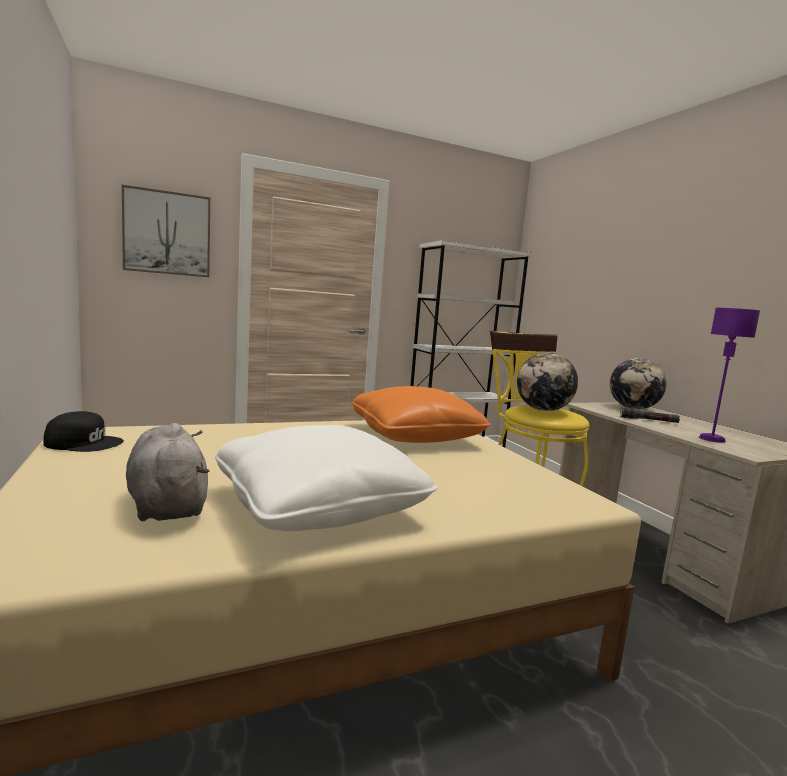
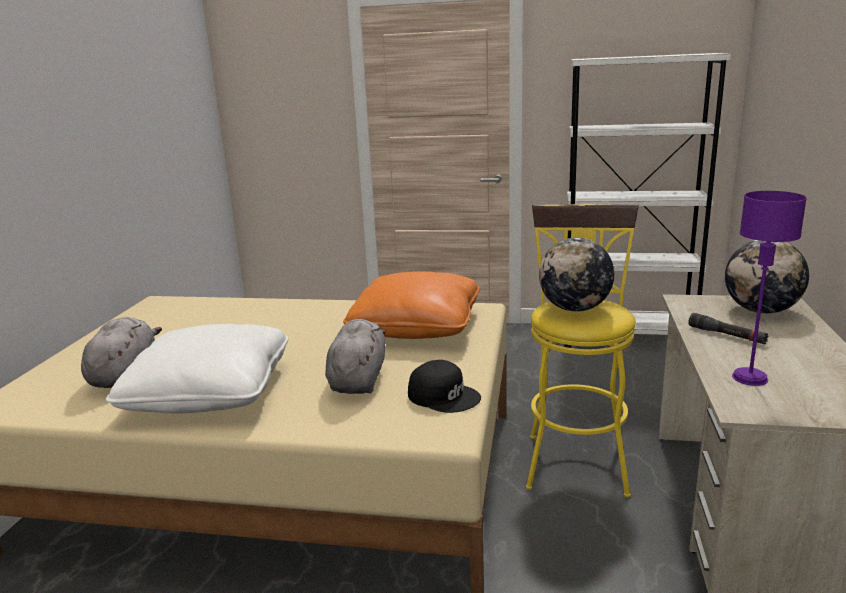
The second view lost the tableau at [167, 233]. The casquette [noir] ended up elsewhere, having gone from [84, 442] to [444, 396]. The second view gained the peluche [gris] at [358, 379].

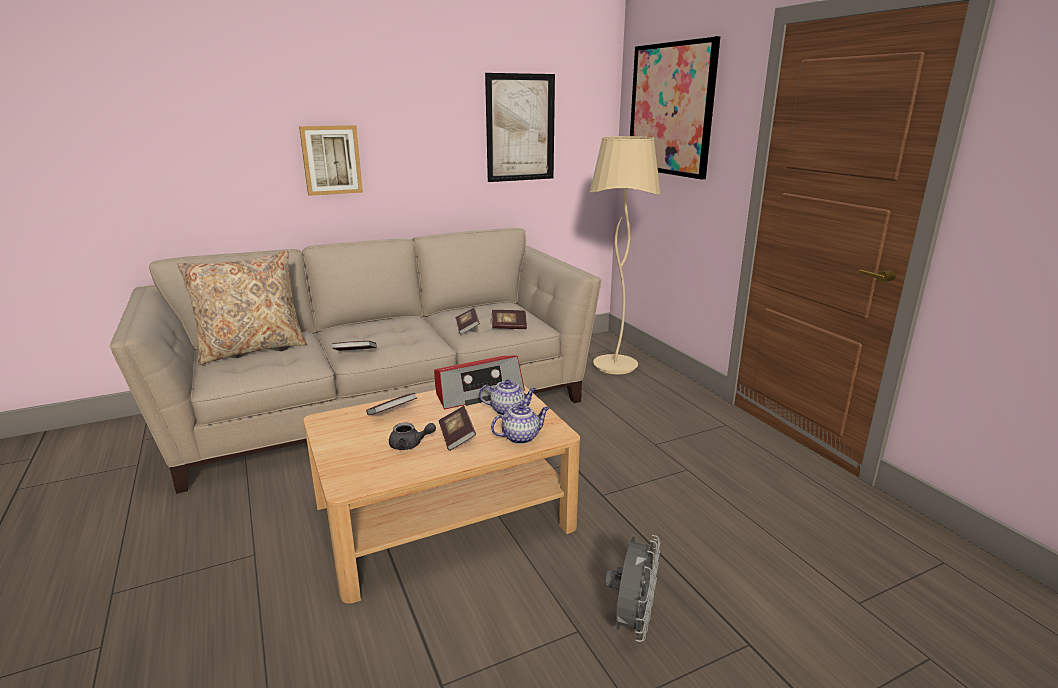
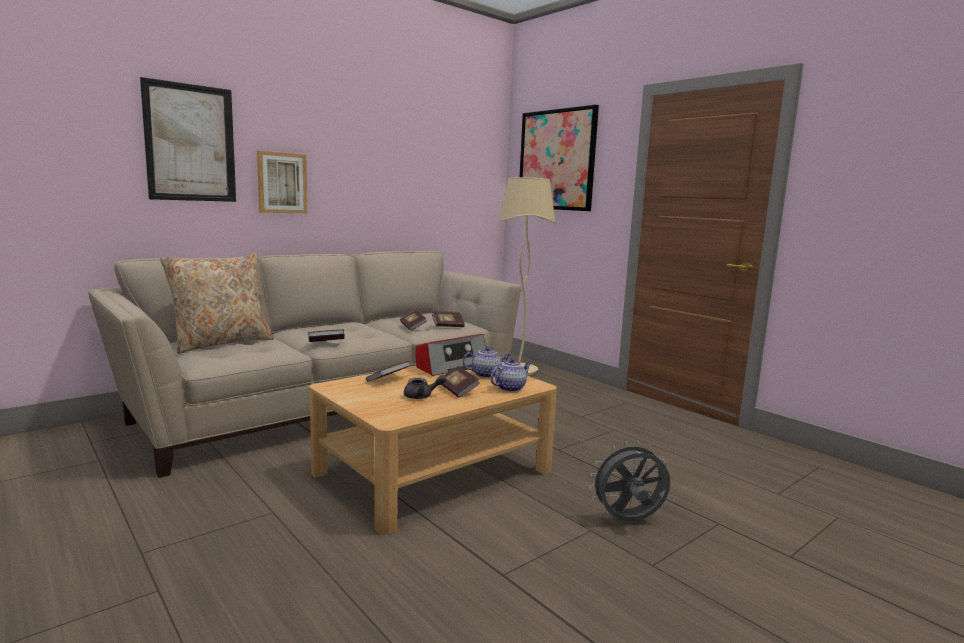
The tableau ended up elsewhere, having gone from [520, 128] to [190, 143]. The ventilateur [gris] at [632, 623] ended up facing another way, 105 degrees counterclockwise from before.

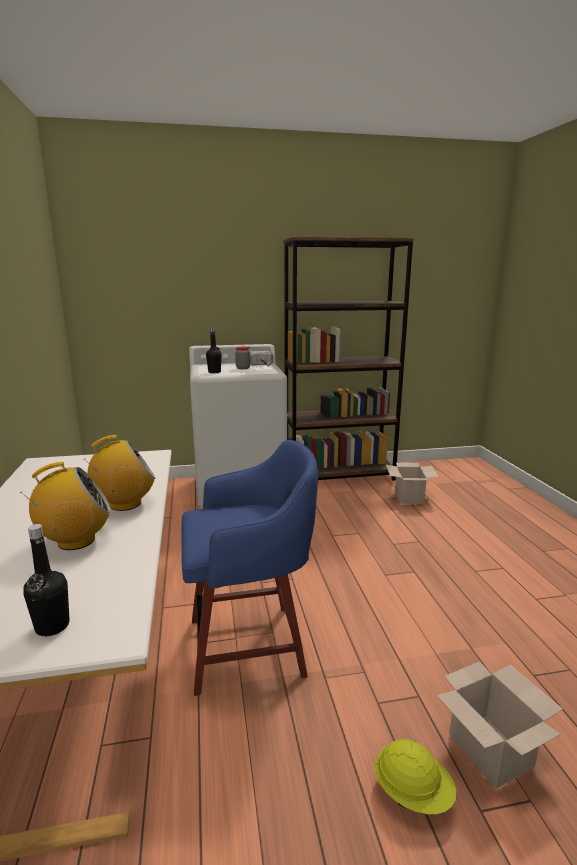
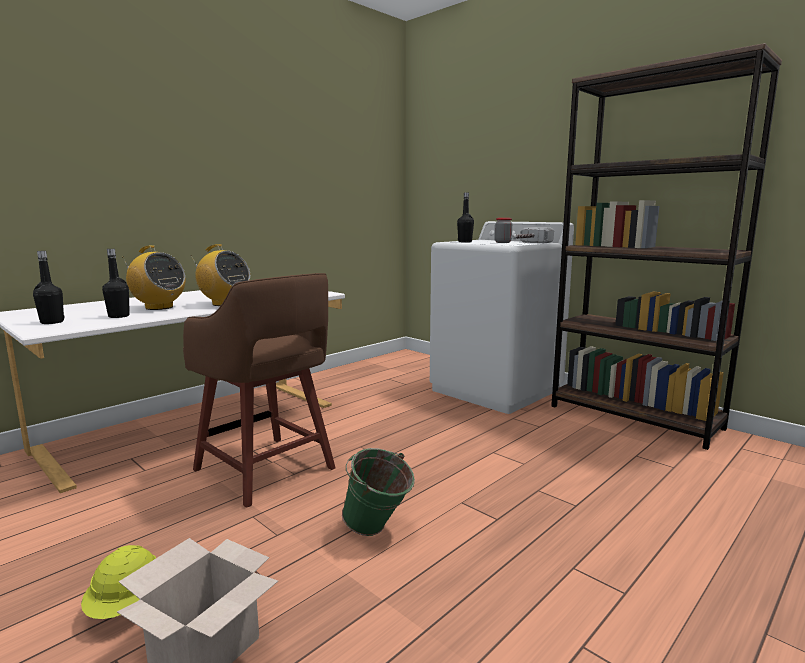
What was the tabouret [bleu] at [250, 646] turned into the tabouret [marron] at [266, 471]. The second view lost the carton at [409, 497]. The second view gained the bouteille [noir] at [119, 316]. The second view gained the seau [vert] at [377, 531].

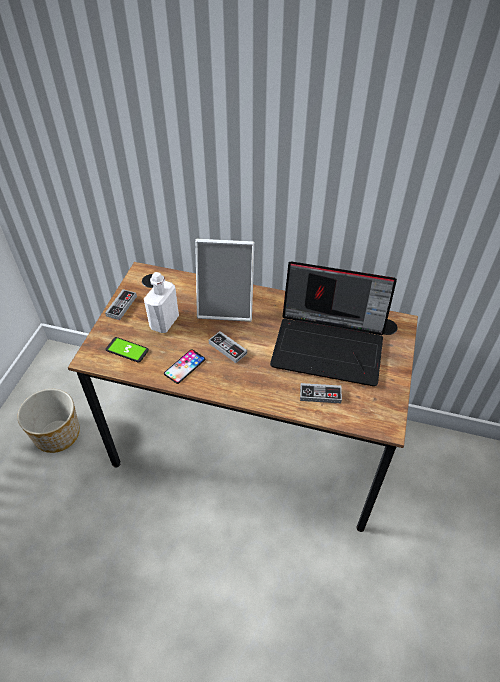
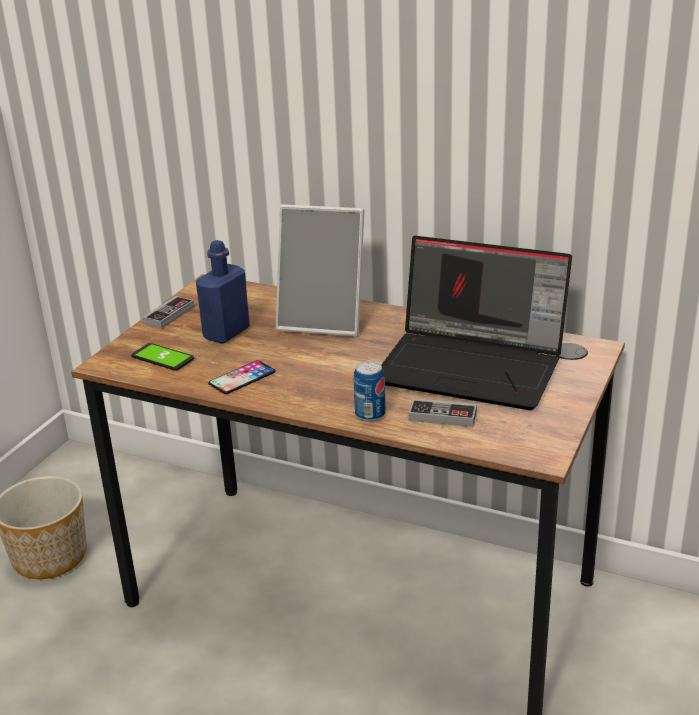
What was the bouteille [blanc] at [164, 322] turned into the bouteille [bleu] at [226, 333]. The second view lost the manette at [227, 348]. The second view gained the boîte métallique at [370, 414].

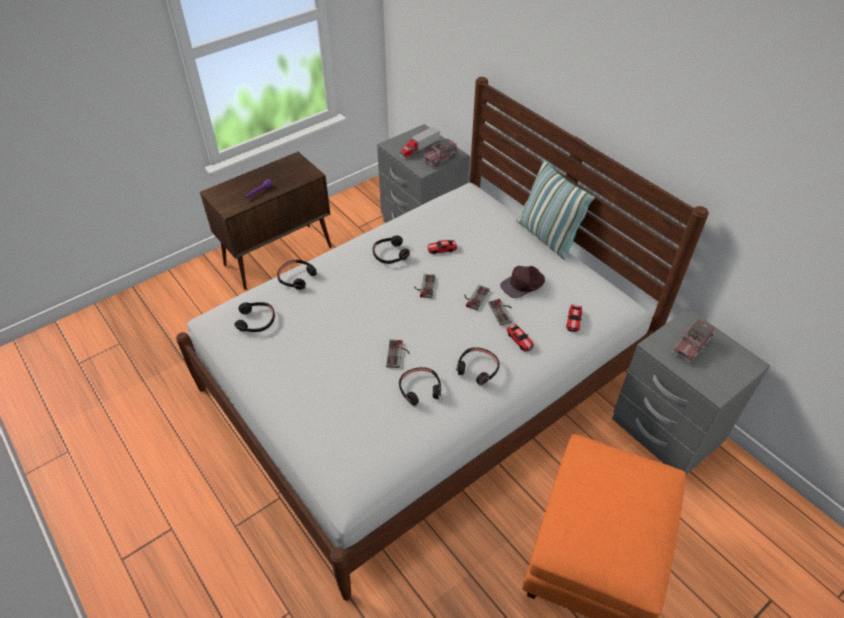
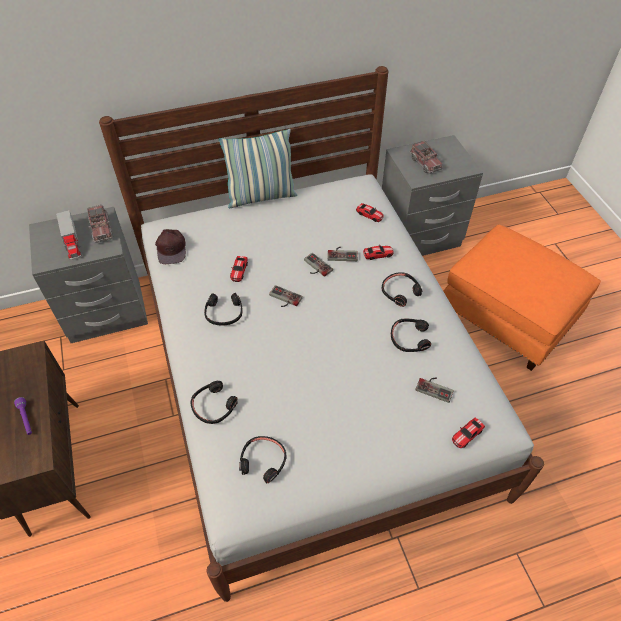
The casquette [marron] ended up elsewhere, having gone from [523, 284] to [172, 248]. The manette ended up elsewhere, having gone from [398, 354] to [435, 387]. The second view gained the petite voiture at [467, 434].

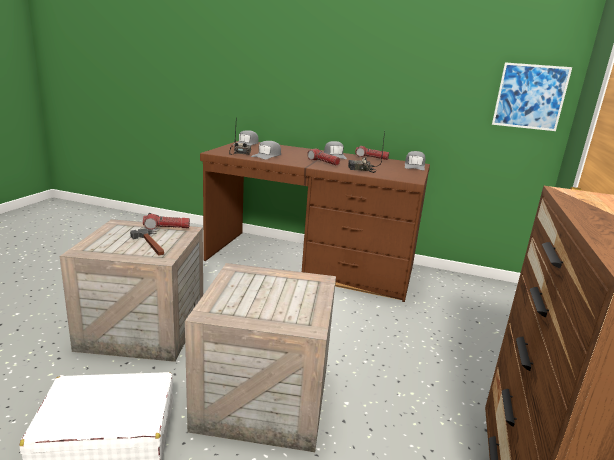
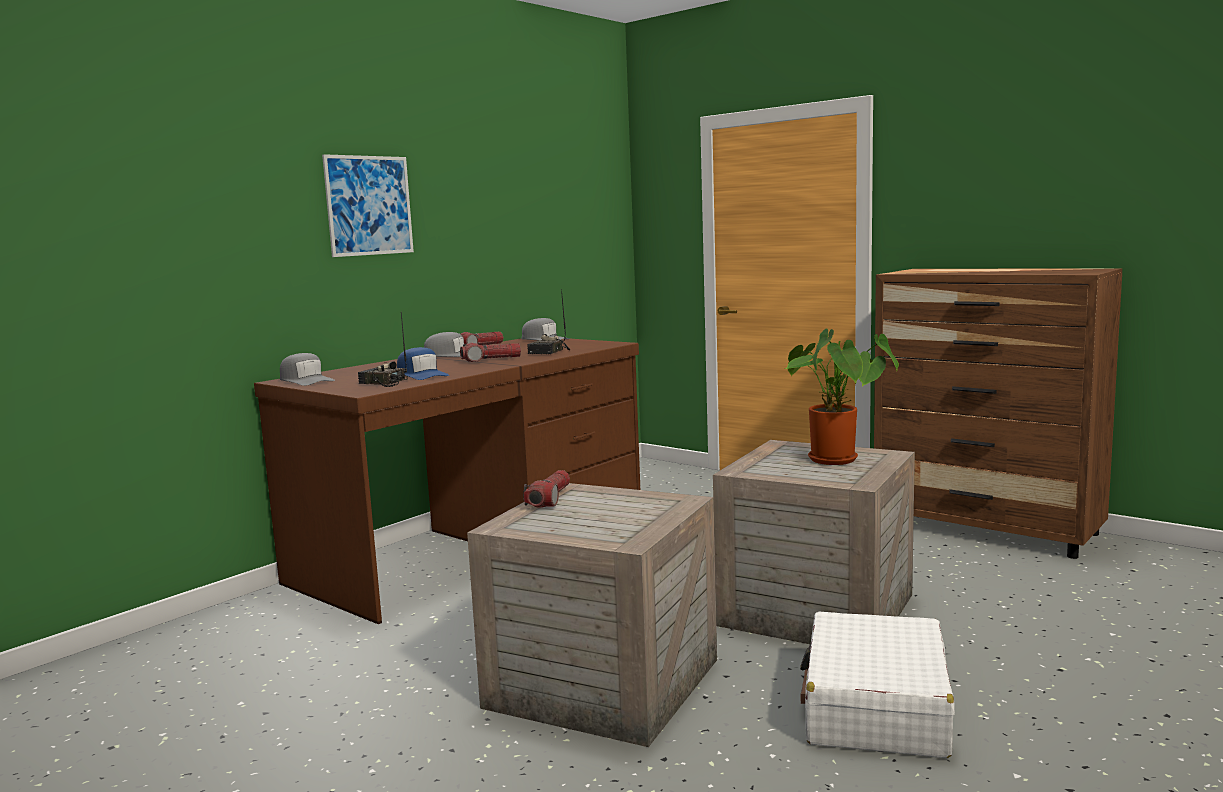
The tableau ended up elsewhere, having gone from [530, 97] to [369, 205]. What was the casquette [gris] at [267, 156] turned into the casquette [bleu] at [421, 375]. The second view lost the marteau at [151, 244]. The second view gained the plante en pot at [838, 460].

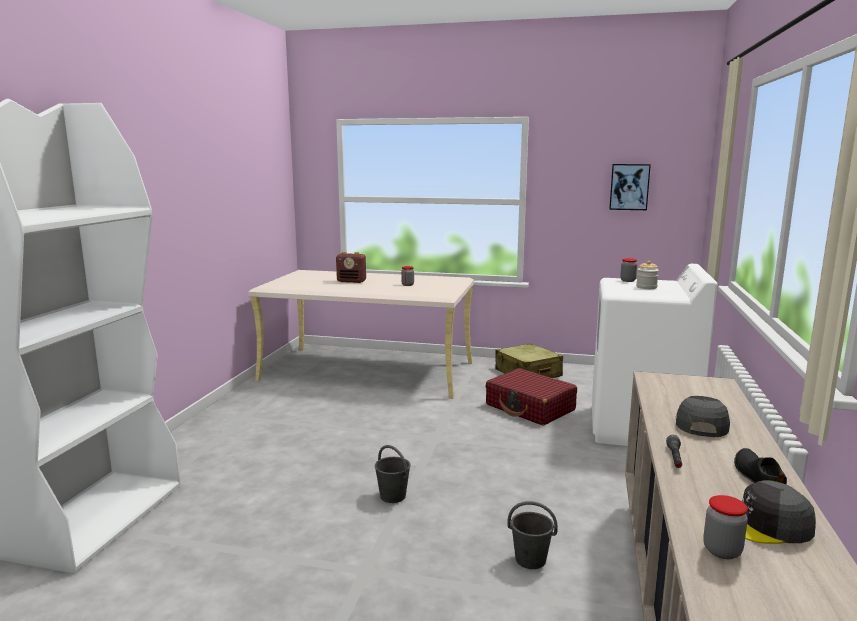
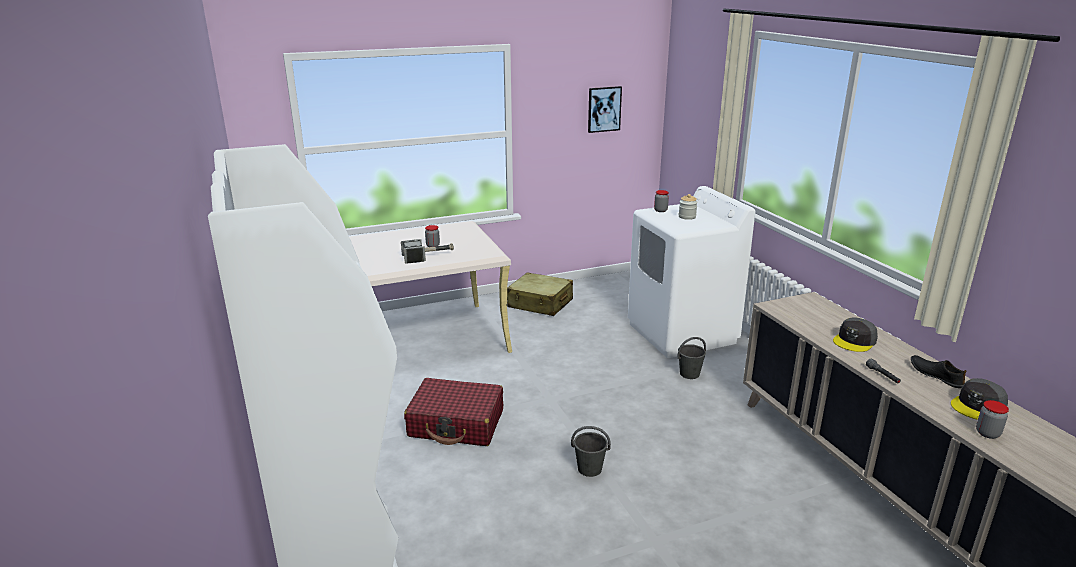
The second view lost the radio at [352, 281]. The valise [rouge] ended up elsewhere, having gone from [530, 408] to [456, 424]. The casquette [gris] at [701, 424] ended up facing another way, 120 degrees counterclockwise from before. The seau [gris] ended up elsewhere, having gone from [531, 560] to [690, 374]. The second view gained the marteau at [428, 257].

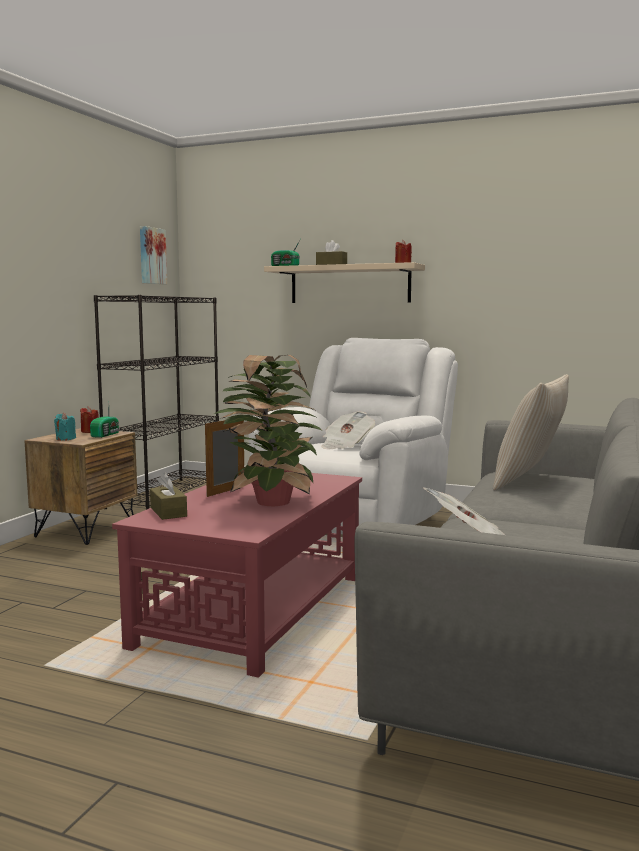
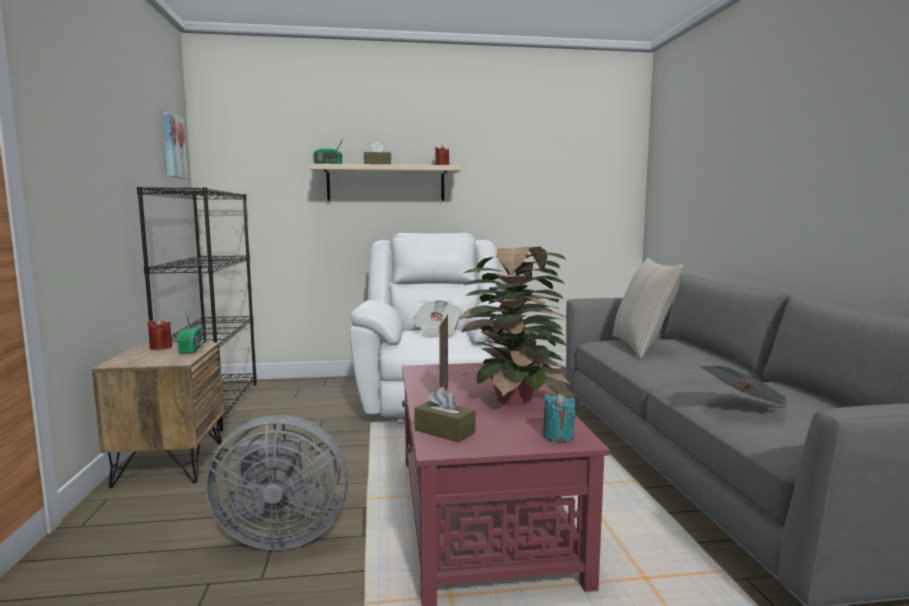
The bougie [turquoise] ended up elsewhere, having gone from [65, 439] to [558, 436]. The second view gained the ventilateur [gris] at [280, 535].

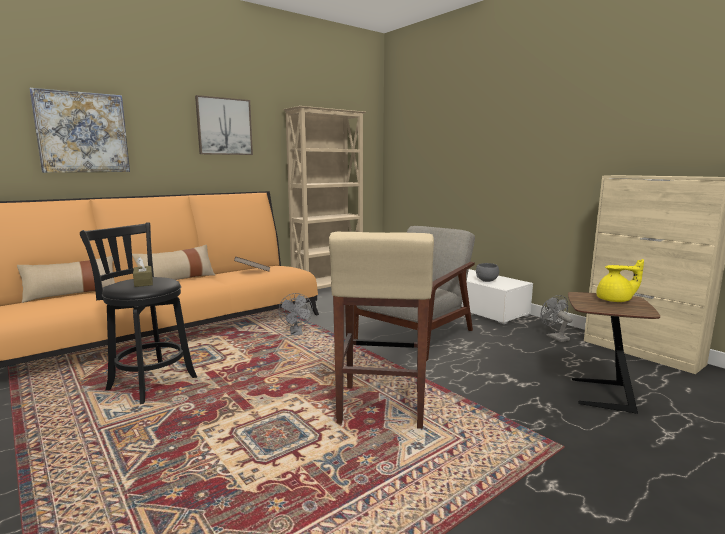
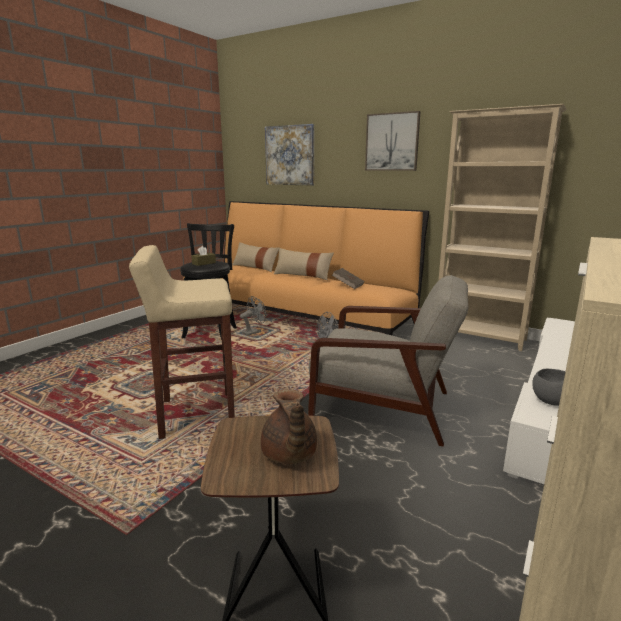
What was the théière [jaune] at [615, 300] turned into the théière [marron] at [289, 455]. The ventilateur [gris] ended up elsewhere, having gone from [554, 337] to [254, 332].

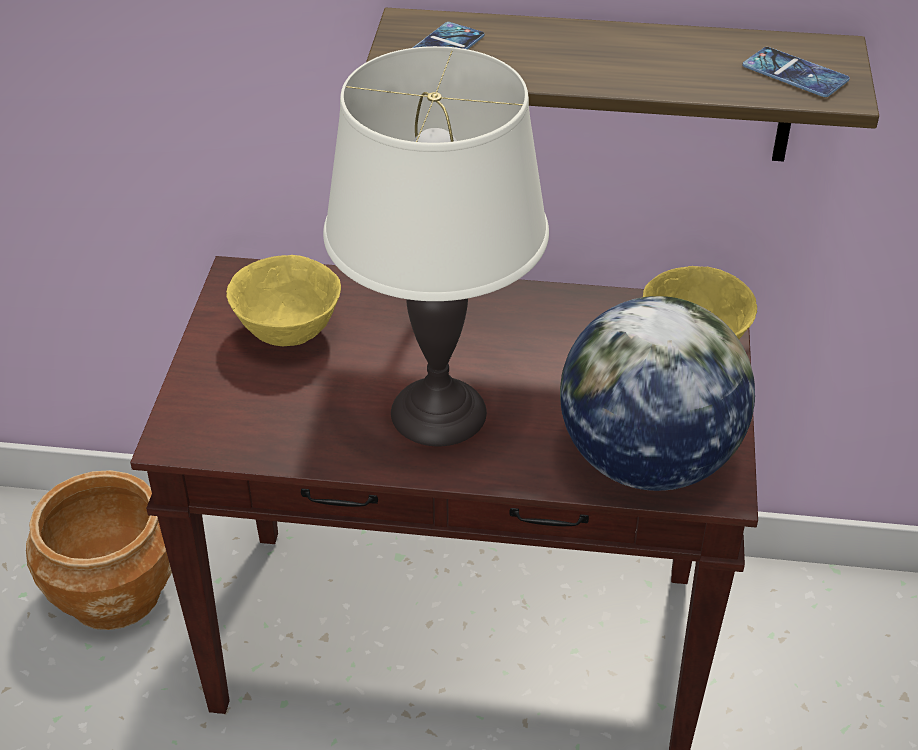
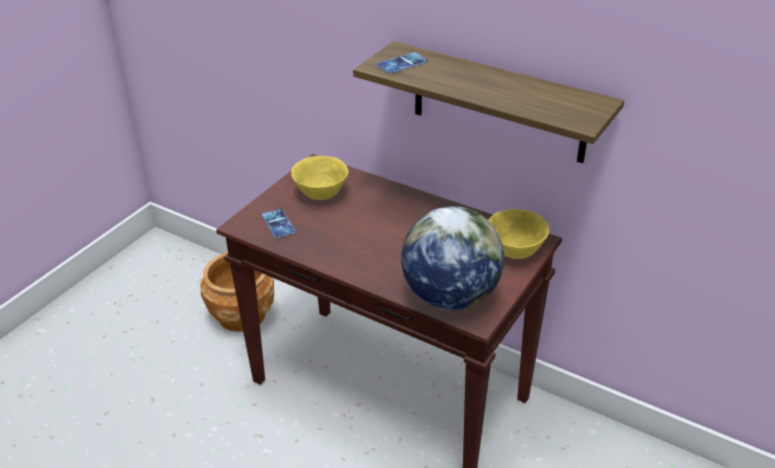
The second view lost the lampe de table [blanc] at [438, 412]. The téléphone ended up elsewhere, having gone from [795, 73] to [278, 223].

